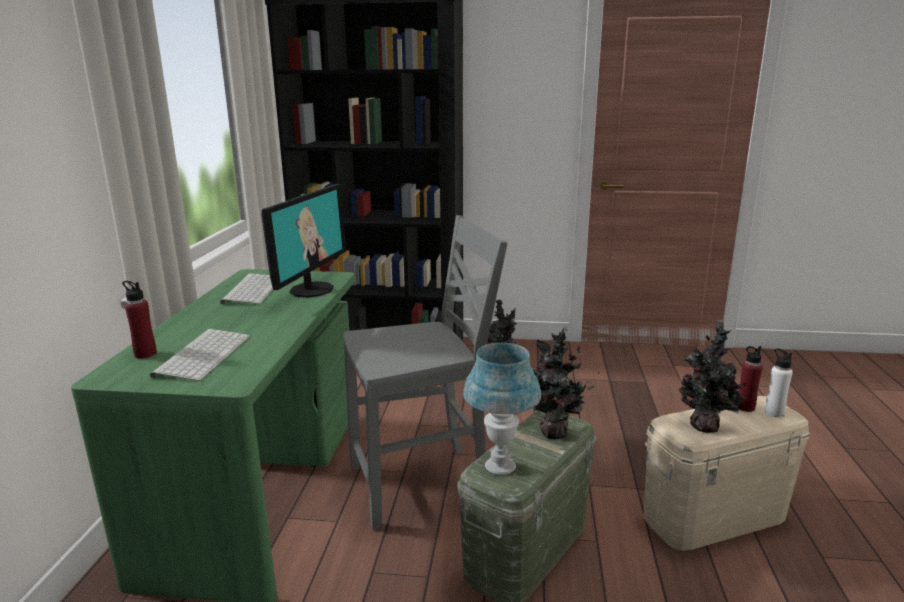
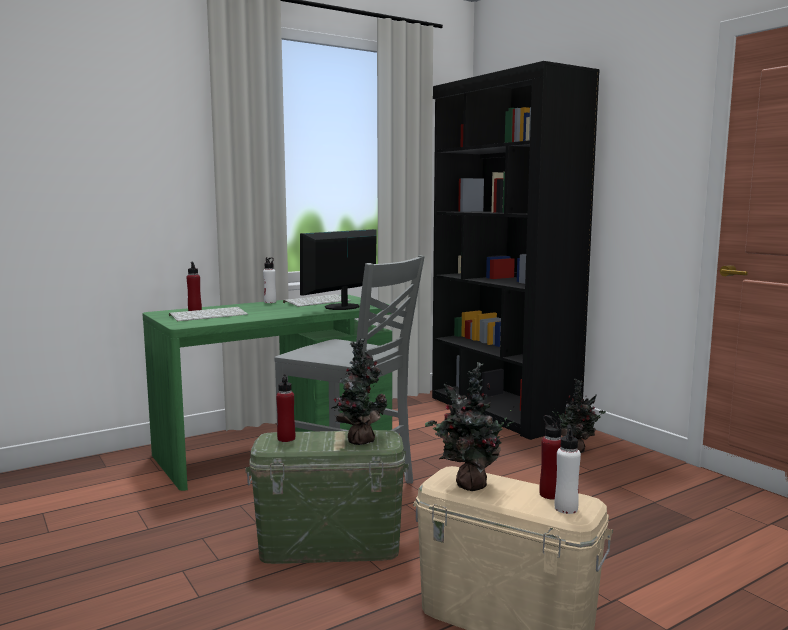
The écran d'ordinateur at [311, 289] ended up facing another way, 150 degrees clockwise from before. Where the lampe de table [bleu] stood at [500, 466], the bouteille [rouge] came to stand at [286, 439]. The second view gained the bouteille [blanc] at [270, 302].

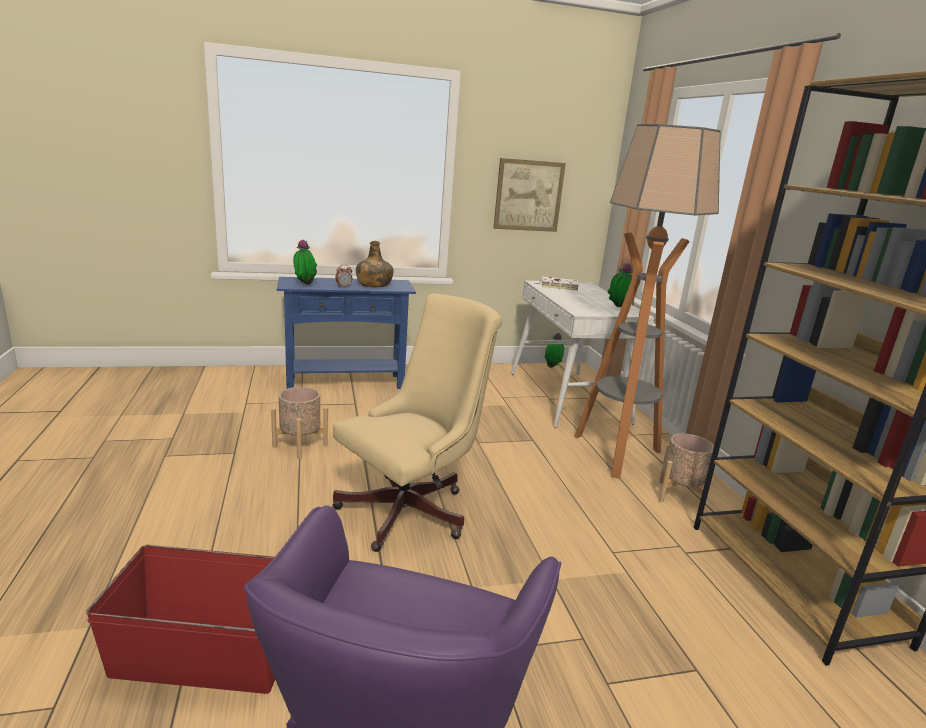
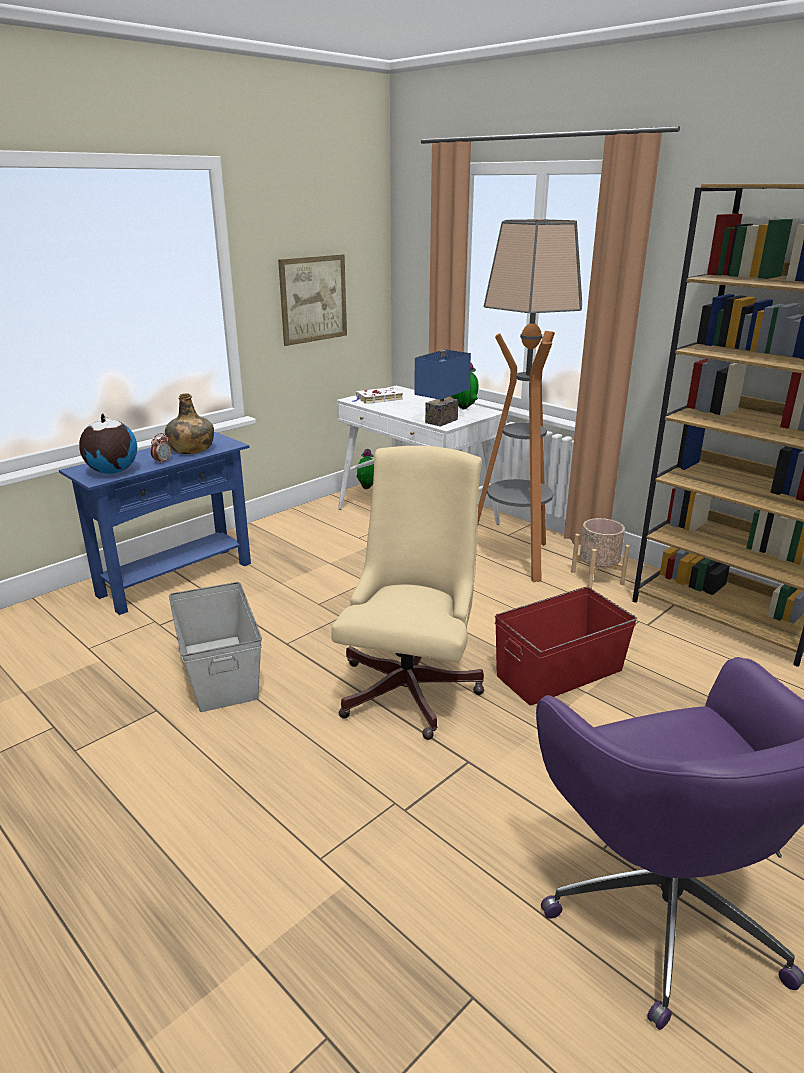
Where the plante en pot stood at [304, 284], the globe came to stand at [112, 472]. Where the cache-pot [beige] stood at [300, 445], the boîte de rangement [gris] came to stand at [220, 670]. The boîte de rangement [rouge] ended up elsewhere, having gone from [205, 655] to [560, 673]. The second view gained the lampe de table [bleu] at [440, 421].

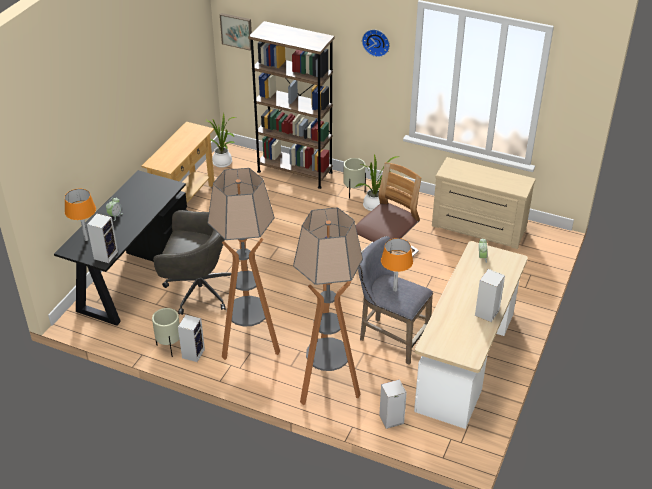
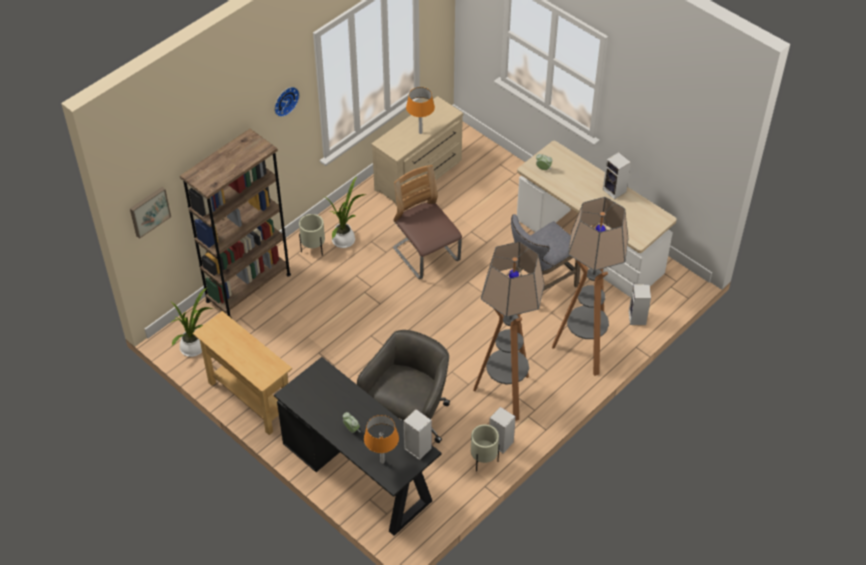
The lampe de table [orange] ended up elsewhere, having gone from [395, 290] to [420, 132].

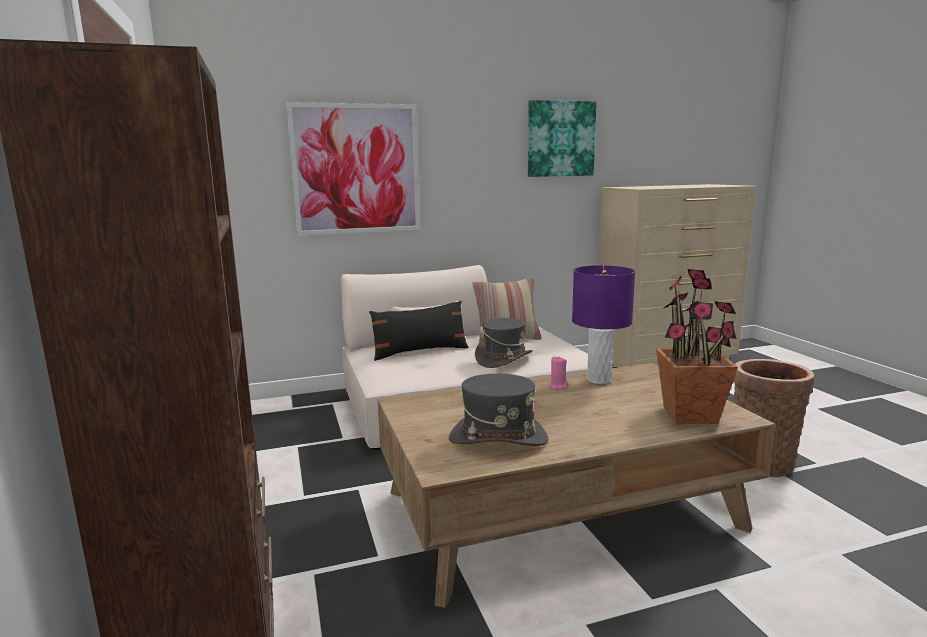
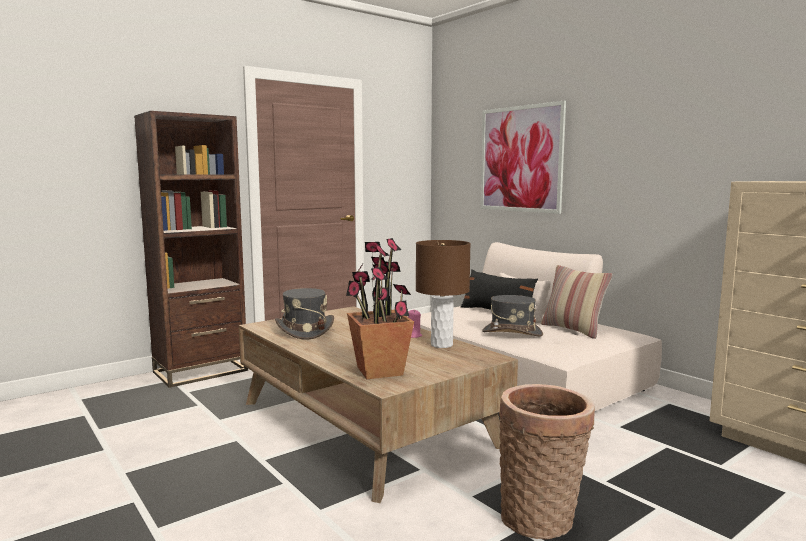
The second view lost the tableau at [560, 139]. What was the lampe de table [violet] at [599, 380] turned into the lampe de table [marron] at [441, 345].

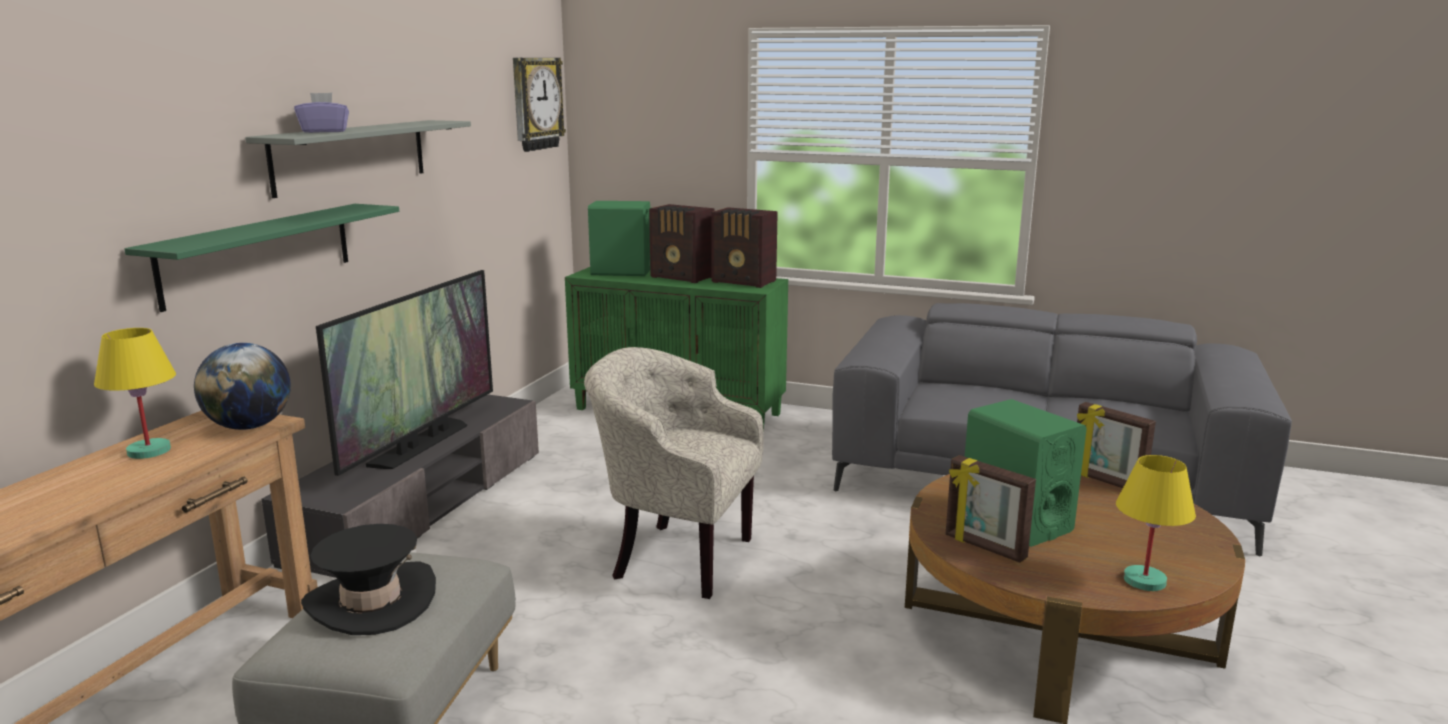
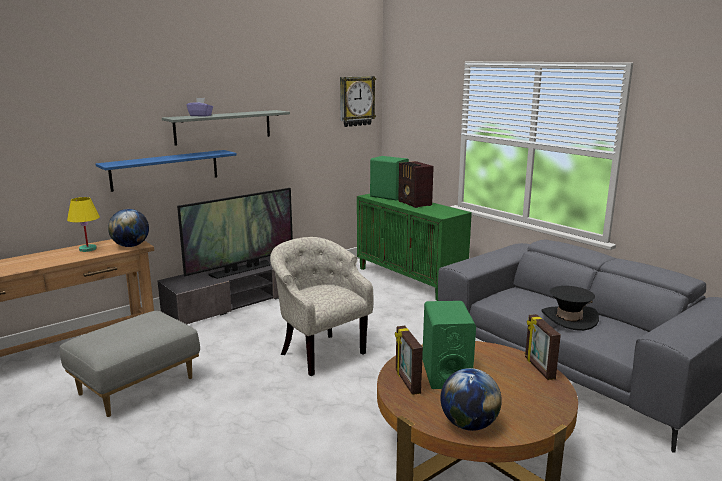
What was the étagère [vert] at [259, 253] turned into the étagère [bleu] at [165, 170]. The second view lost the radio at [744, 282]. Where the lampe de table [jaune] stood at [1144, 580], the globe came to stand at [469, 425]. The chapeau [noir] ended up elsewhere, having gone from [371, 602] to [569, 318].

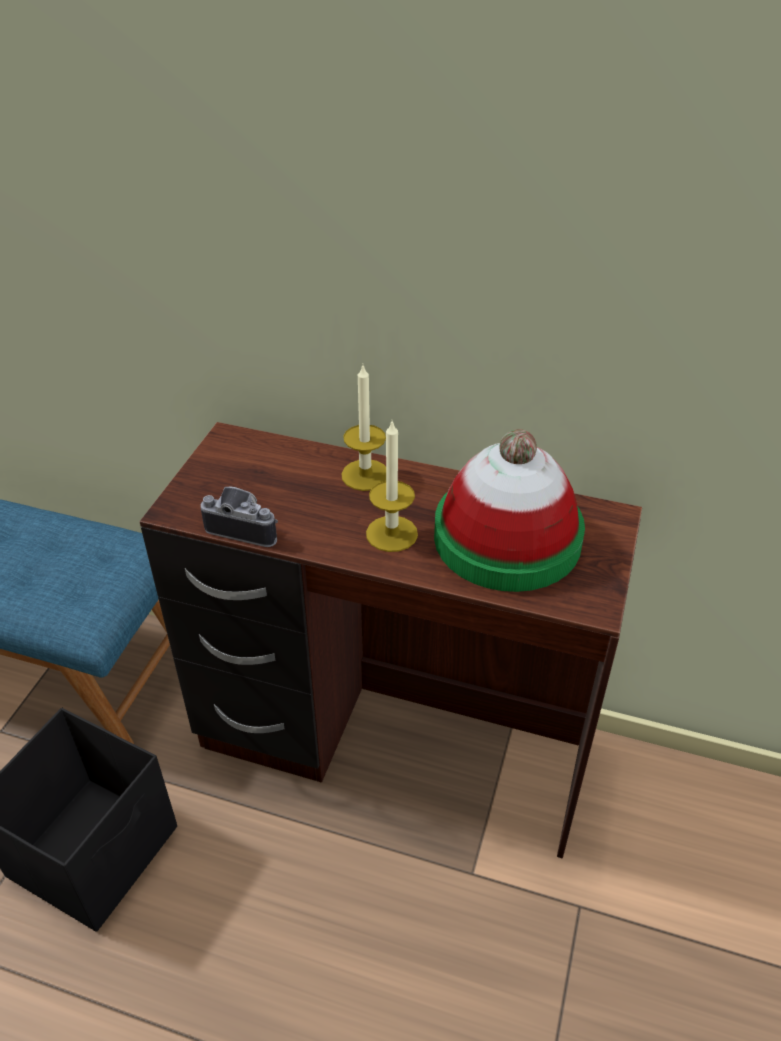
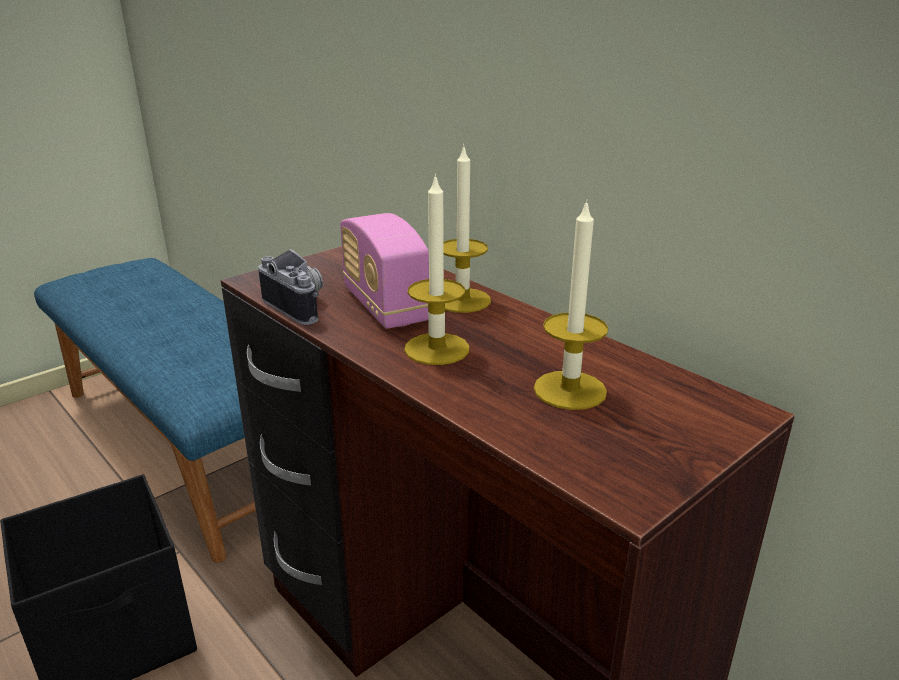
Where the chapeau stood at [507, 538], the bougie came to stand at [570, 390]. The second view gained the radio at [384, 306].

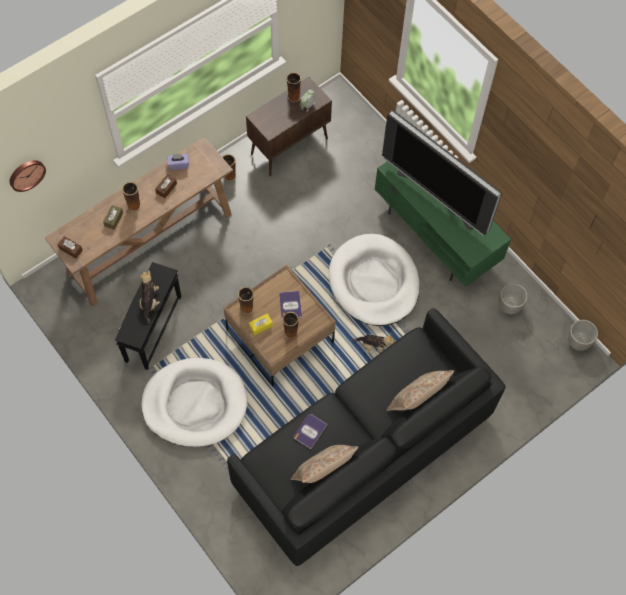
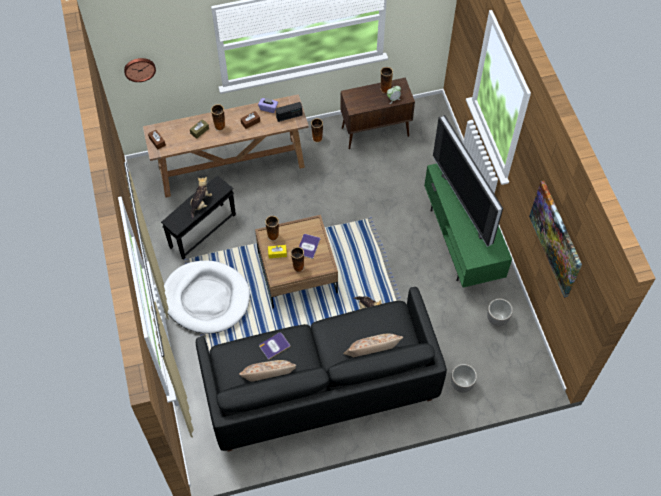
The second view lost the panier pour chien [blanc] at [374, 282]. The cache-pot ended up elsewhere, having gone from [578, 342] to [461, 384]. The second view gained the radio at [289, 116]. The second view gained the tableau at [556, 238].

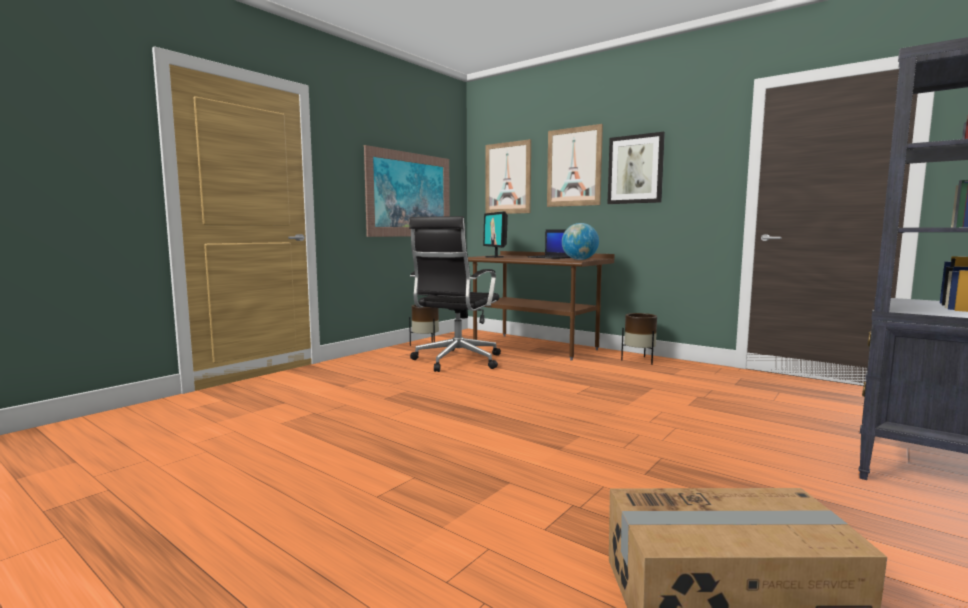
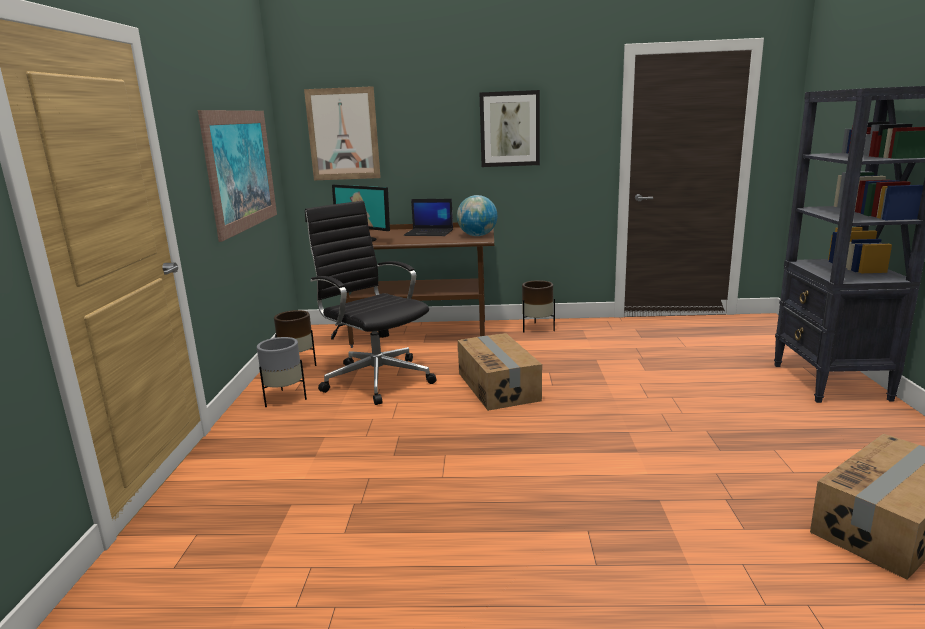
The second view lost the tableau at [574, 167]. The chaise de bureau [noir] at [456, 361] ended up facing another way, 150 degrees clockwise from before. The second view gained the carton at [498, 386]. The second view gained the cache-pot [gris] at [285, 398].

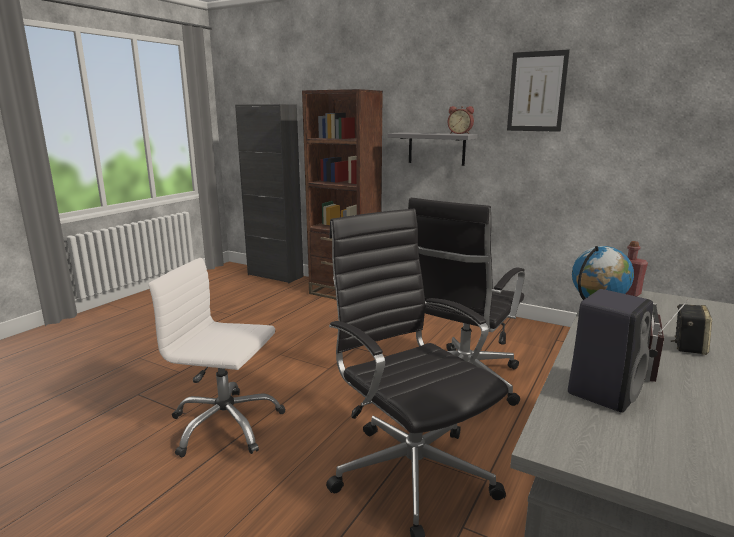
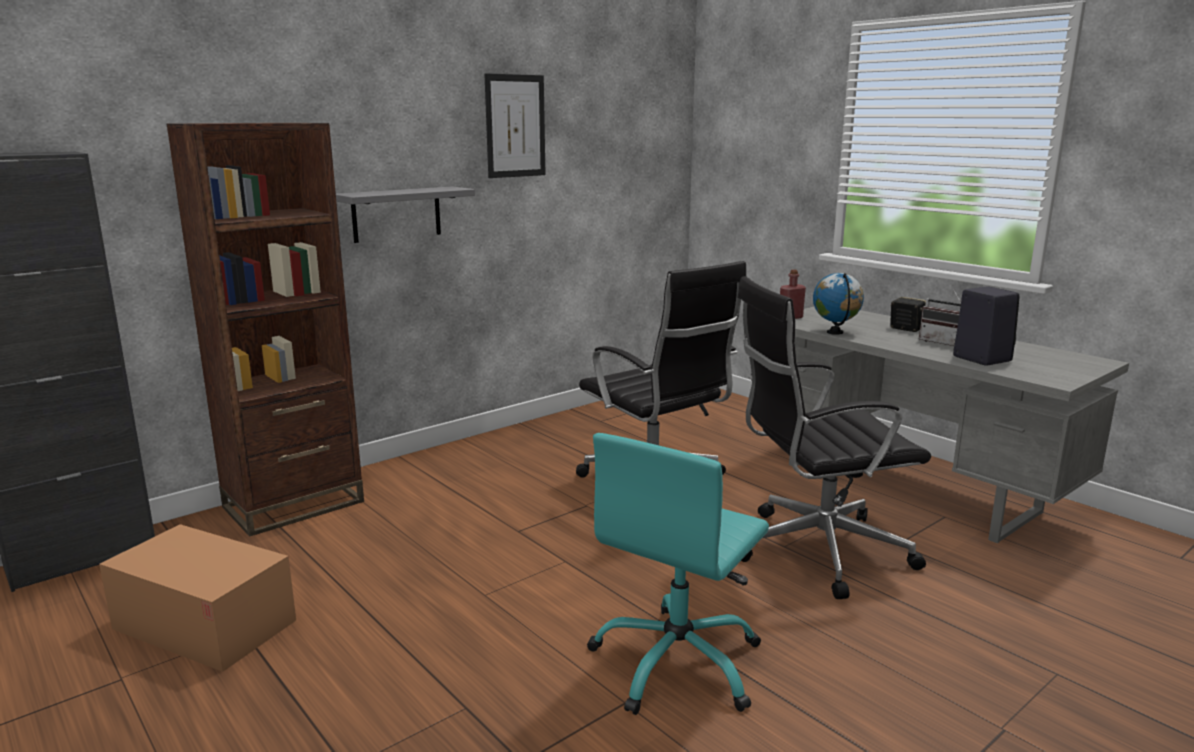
The second view lost the réveil at [460, 133]. What was the chaise de bureau [blanc] at [225, 425] turned into the chaise de bureau [turquoise] at [677, 663]. The second view gained the carton at [204, 624].

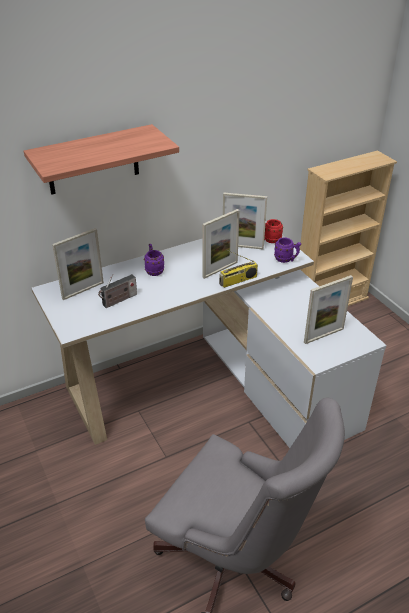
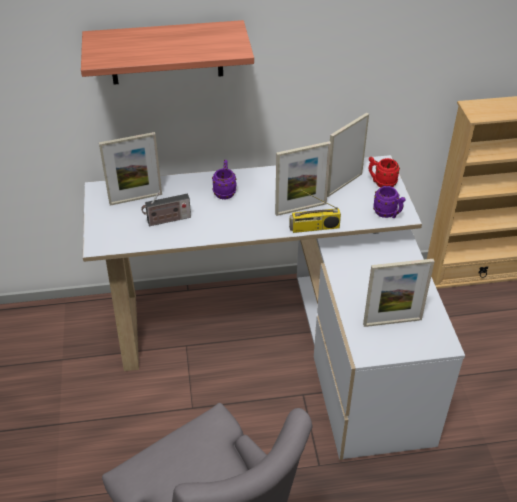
The cadre photo at [242, 246] ended up facing another way, 105 degrees clockwise from before.

